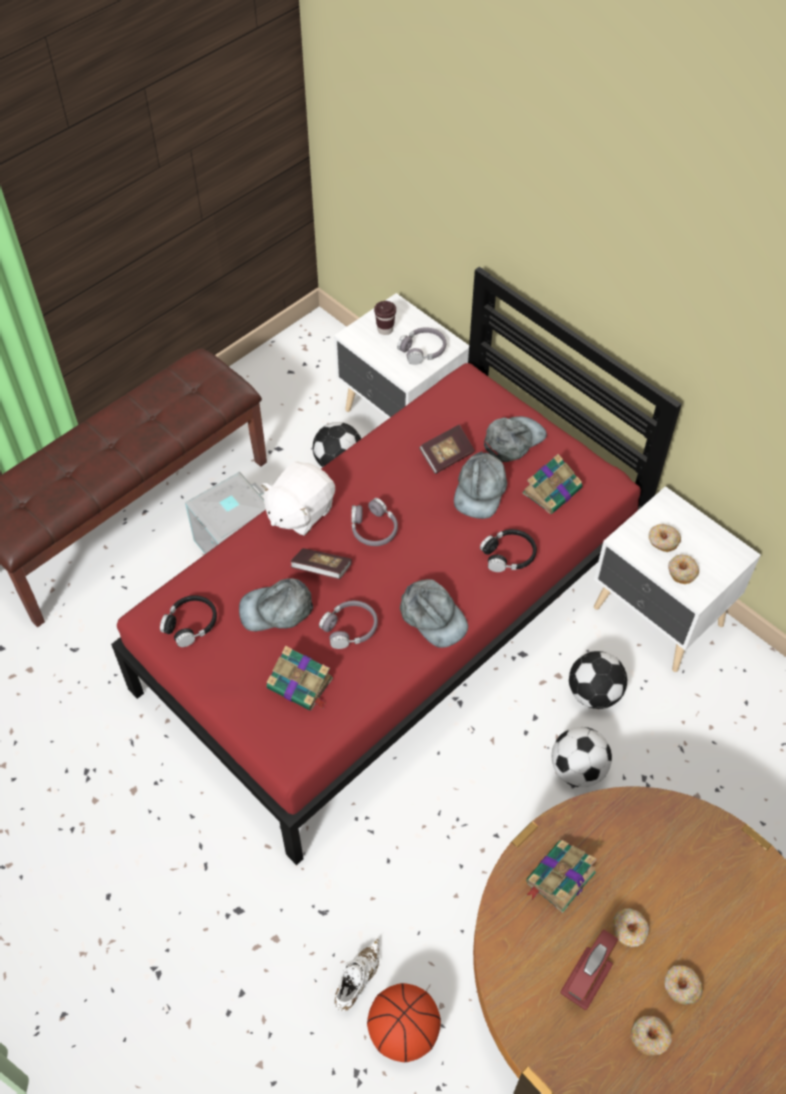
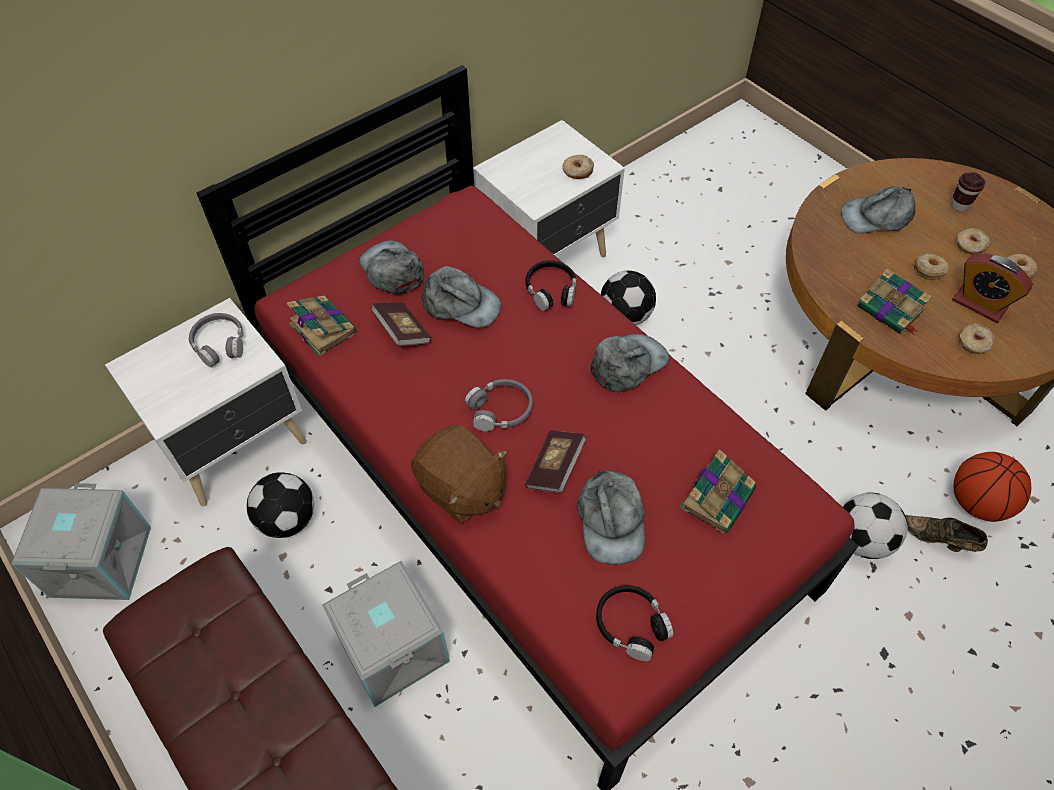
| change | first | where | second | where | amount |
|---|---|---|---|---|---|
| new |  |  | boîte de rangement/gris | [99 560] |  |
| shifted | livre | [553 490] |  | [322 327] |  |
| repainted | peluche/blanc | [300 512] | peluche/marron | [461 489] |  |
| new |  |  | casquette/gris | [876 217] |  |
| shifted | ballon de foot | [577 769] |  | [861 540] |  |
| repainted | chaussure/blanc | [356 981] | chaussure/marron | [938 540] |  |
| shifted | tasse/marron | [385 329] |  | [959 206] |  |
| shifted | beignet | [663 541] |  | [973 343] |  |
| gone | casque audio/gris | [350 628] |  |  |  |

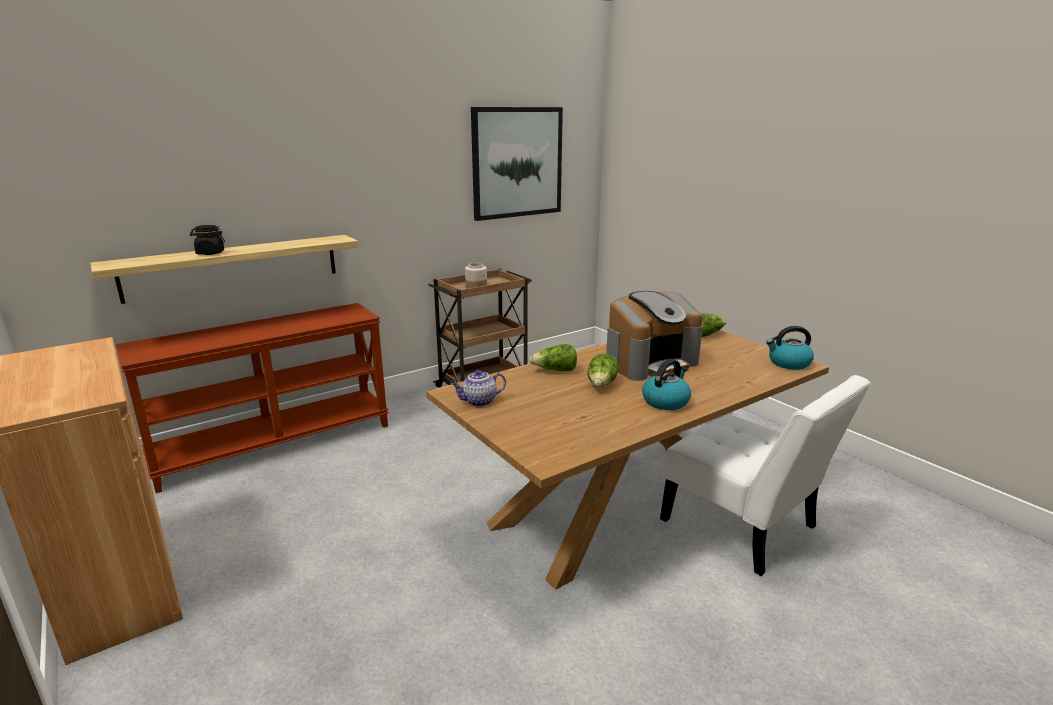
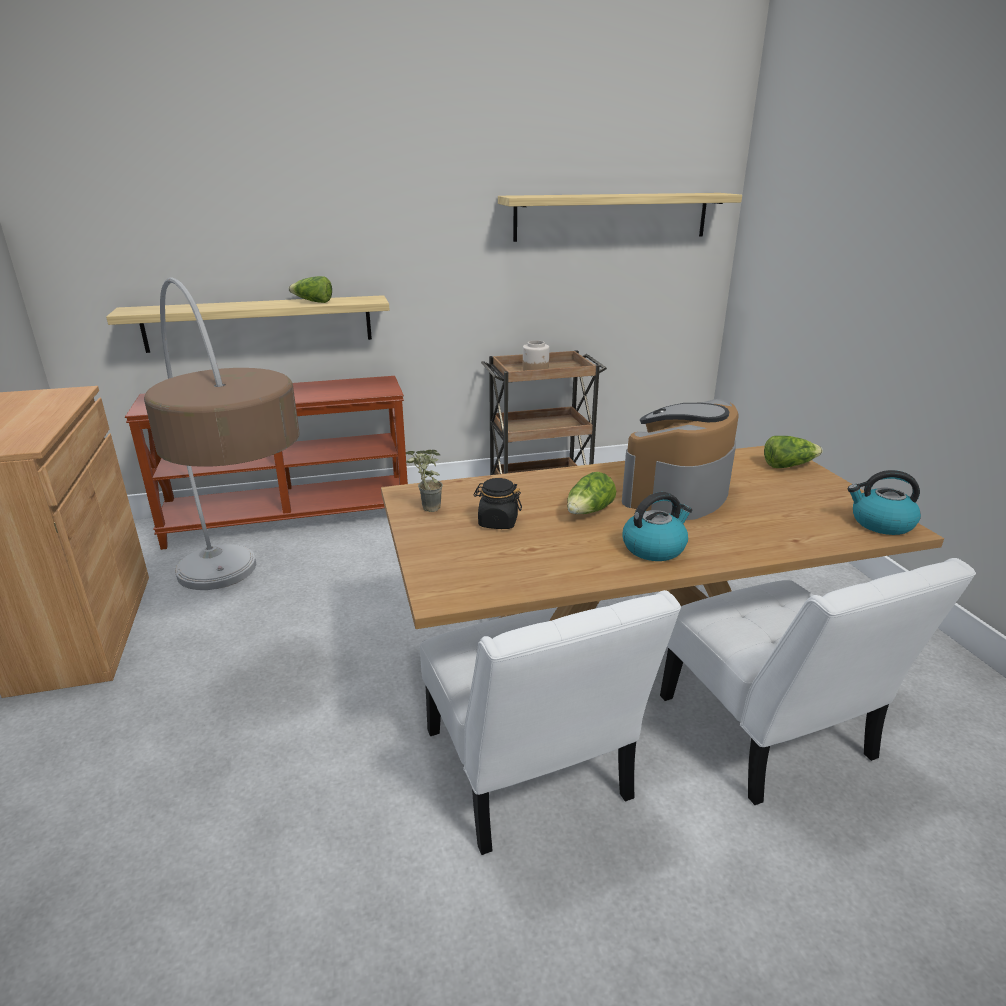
| change | first | where | second | where | amount |
|---|---|---|---|---|---|
| new |  |  | lampadaire | [246 620] |  |
| shifted | laitue | [555 370] |  | [313 302] |  |
| swapped | théière | [478 401] | plante en pot | [426 509] |  |
| new |  |  | chaise/blanc | [529 774] |  |
| shifted | bocal/noir | [210 253] |  | [497 522] |  |
| swapped | tableau | [517 163] | étagère | [612 216] |  |
| rotated | machine à café | [650 362] |  | [677 493] | 135 degrees clockwise |

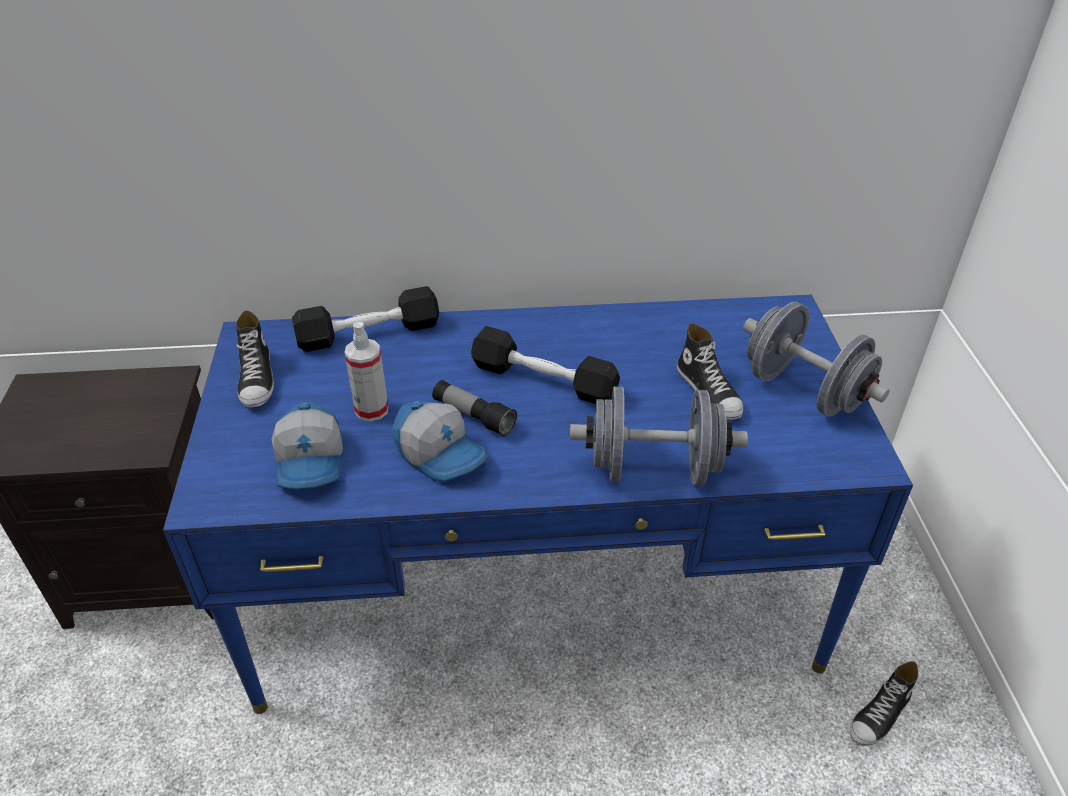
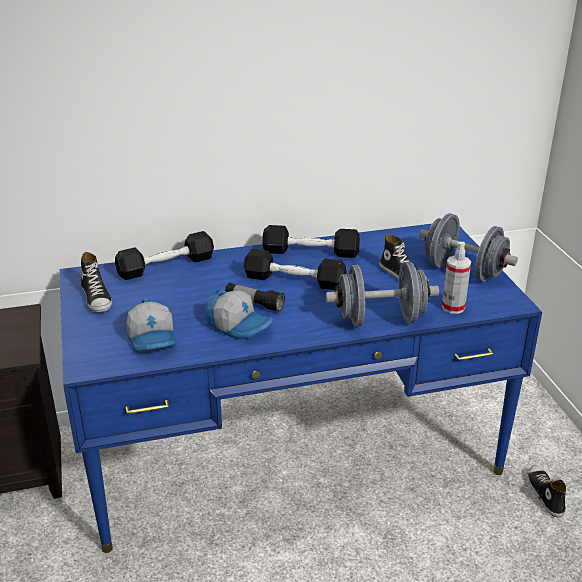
| change | first | where | second | where | amount |
|---|---|---|---|---|---|
| new |  |  | haltère/noir | [311 252] |  |
| shifted | vaporisateur | [371 410] |  | [453 307] |  |
| rotated | chaussure | [880 716] |  | [544 494] | 135 degrees clockwise |

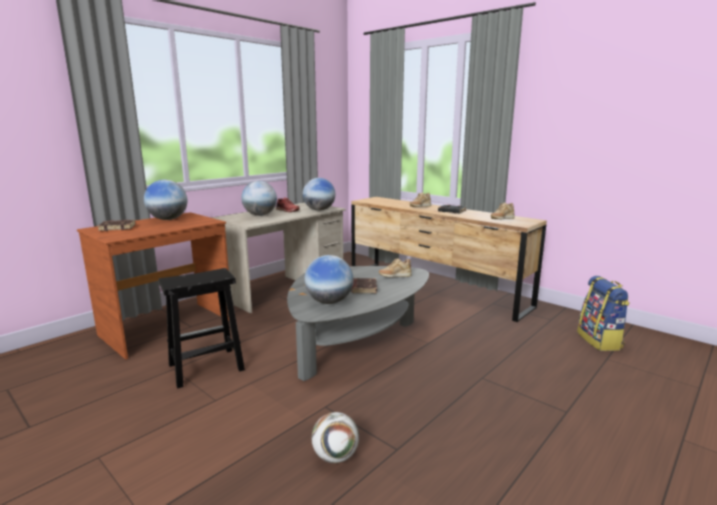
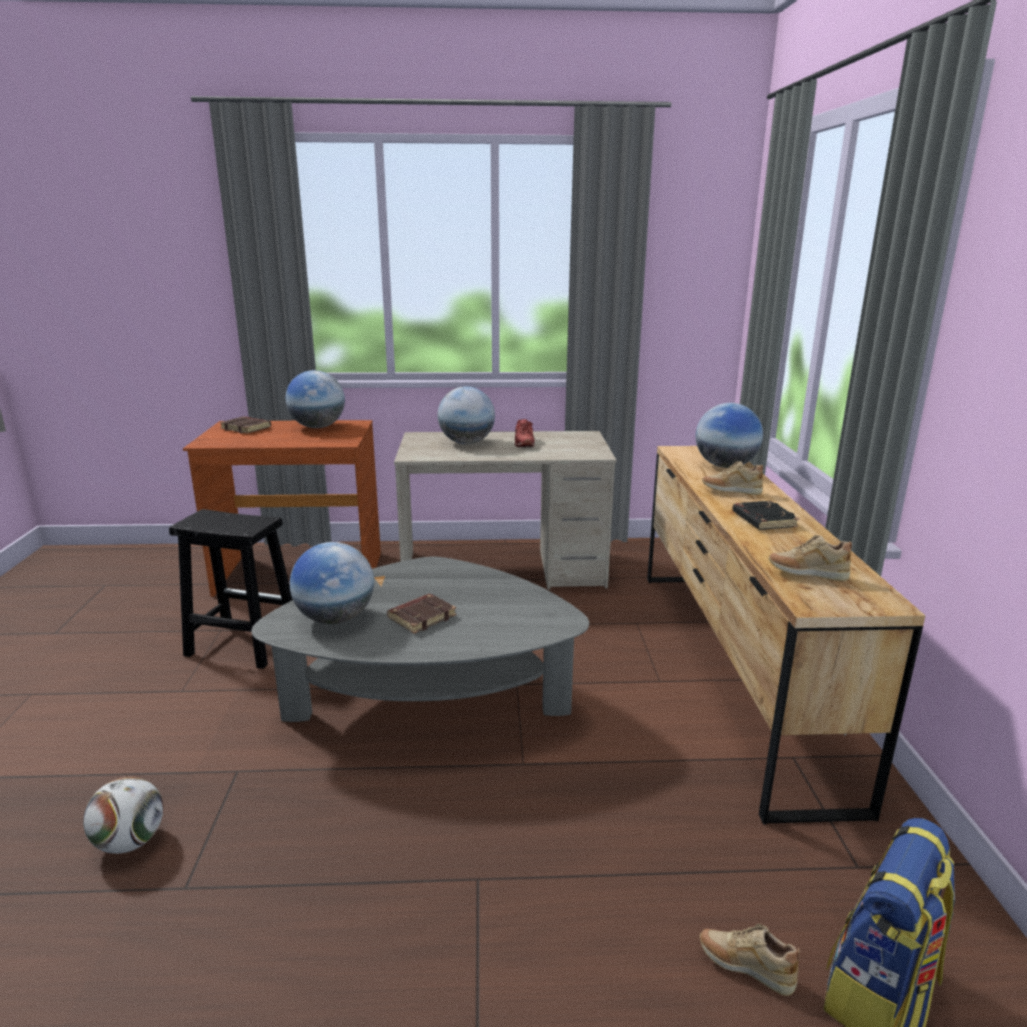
| change | first | where | second | where | amount |
|---|---|---|---|---|---|
| shifted | globe | [319 210] |  | [725 466] |  |
| shifted | chaussure/beige | [394 277] |  | [745 967] |  |

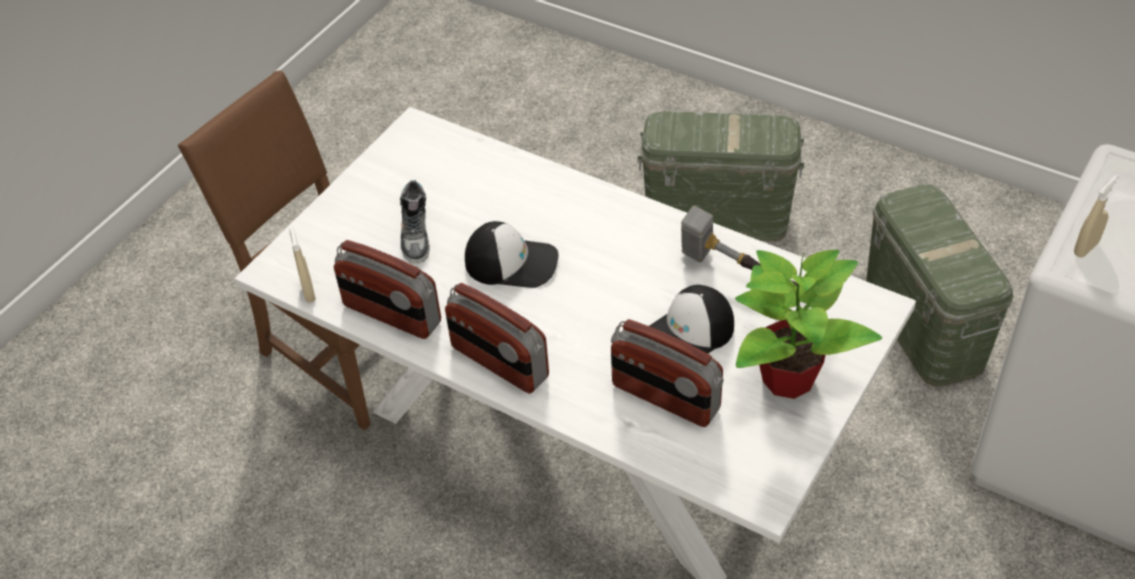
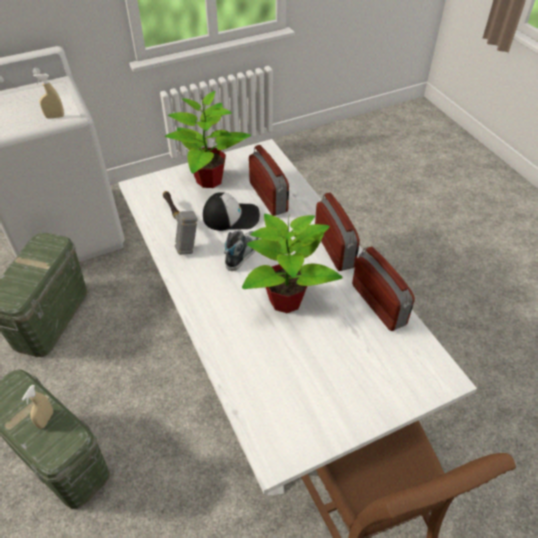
| change | first | where | second | where | amount |
|---|---|---|---|---|---|
| shifted | vaporisateur/beige | [309 292] |  | [46 419] |  |
| shifted | chaussure | [416 236] |  | [242 253] |  |
| swapped | casquette | [512 262] | plante en pot | [286 300] |  |

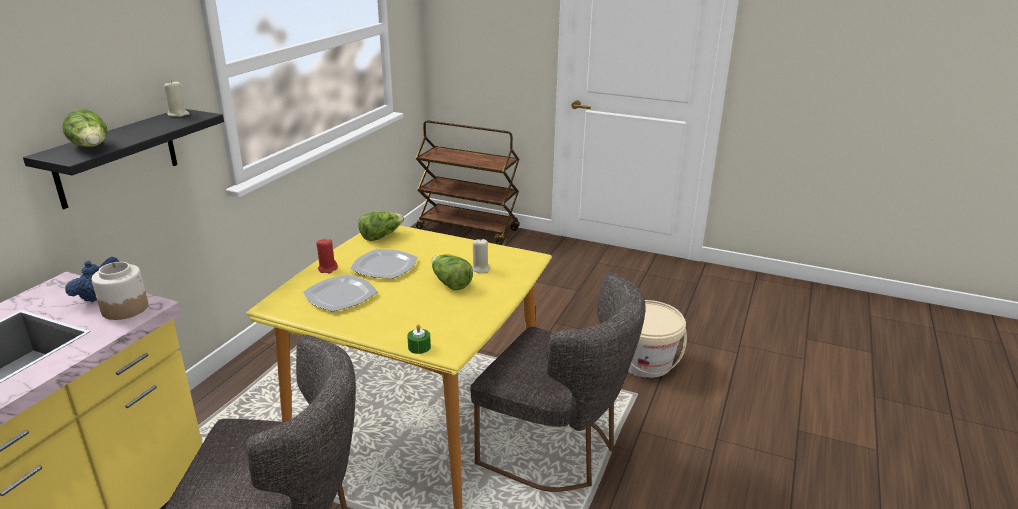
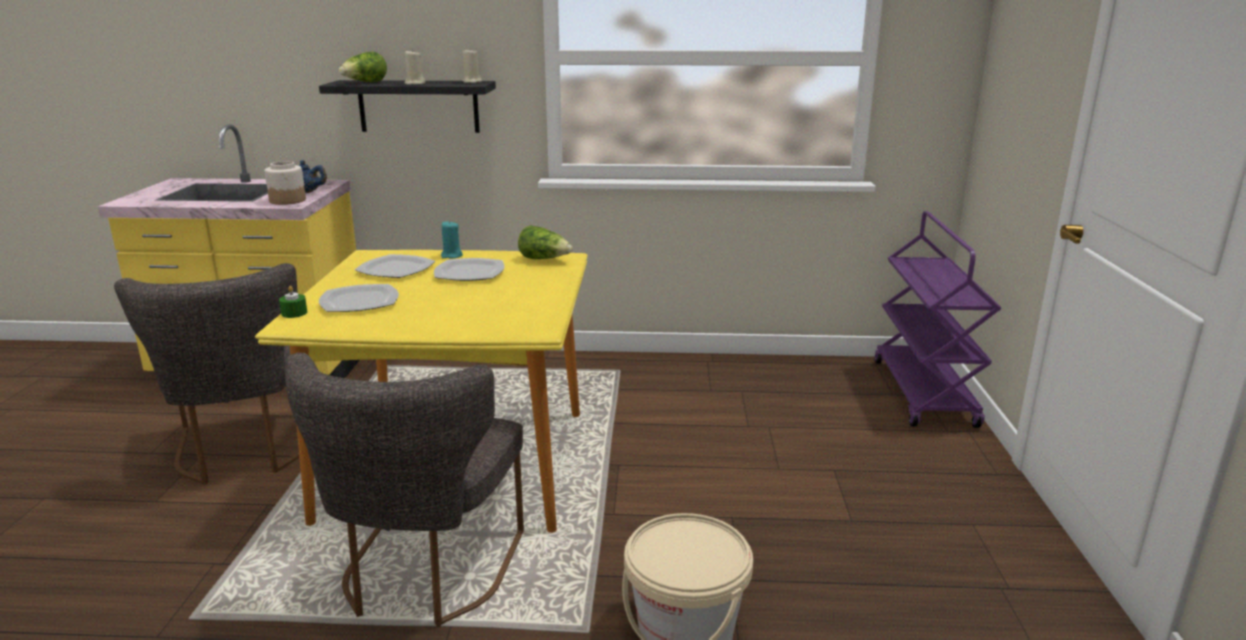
| change | first | where | second | where | amount |
|---|---|---|---|---|---|
| new |  |  | assiette | [358 301] |  |
| shifted | bougie/beige | [480 268] |  | [414 83] |  |
| repainted | bougie/rouge | [327 269] | bougie/turquoise | [451 255] |  |
| repainted | chariot/marron | [468 229] | chariot/violet | [924 394] |  |
| gone | laitue | [450 283] |  |  |  |

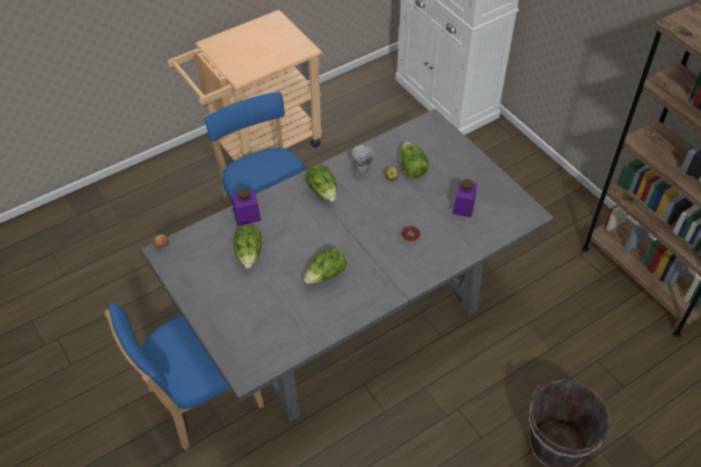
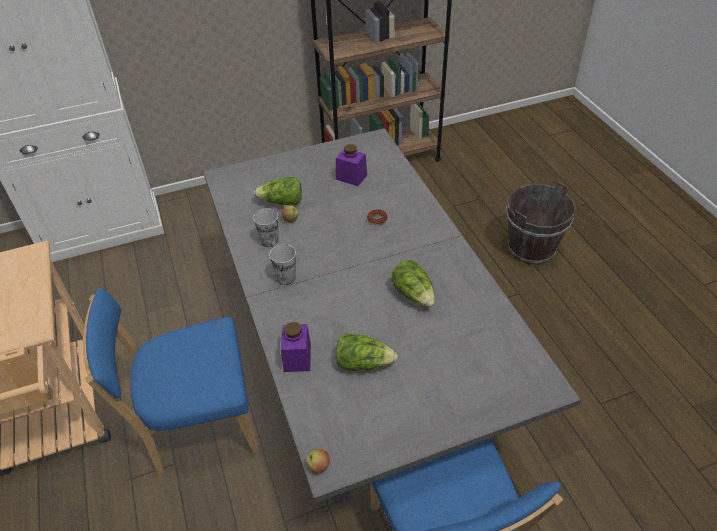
| change | first | where | second | where | amount |
|---|---|---|---|---|---|
| swapped | laitue | [323 191] | tasse | [286 278] |  |

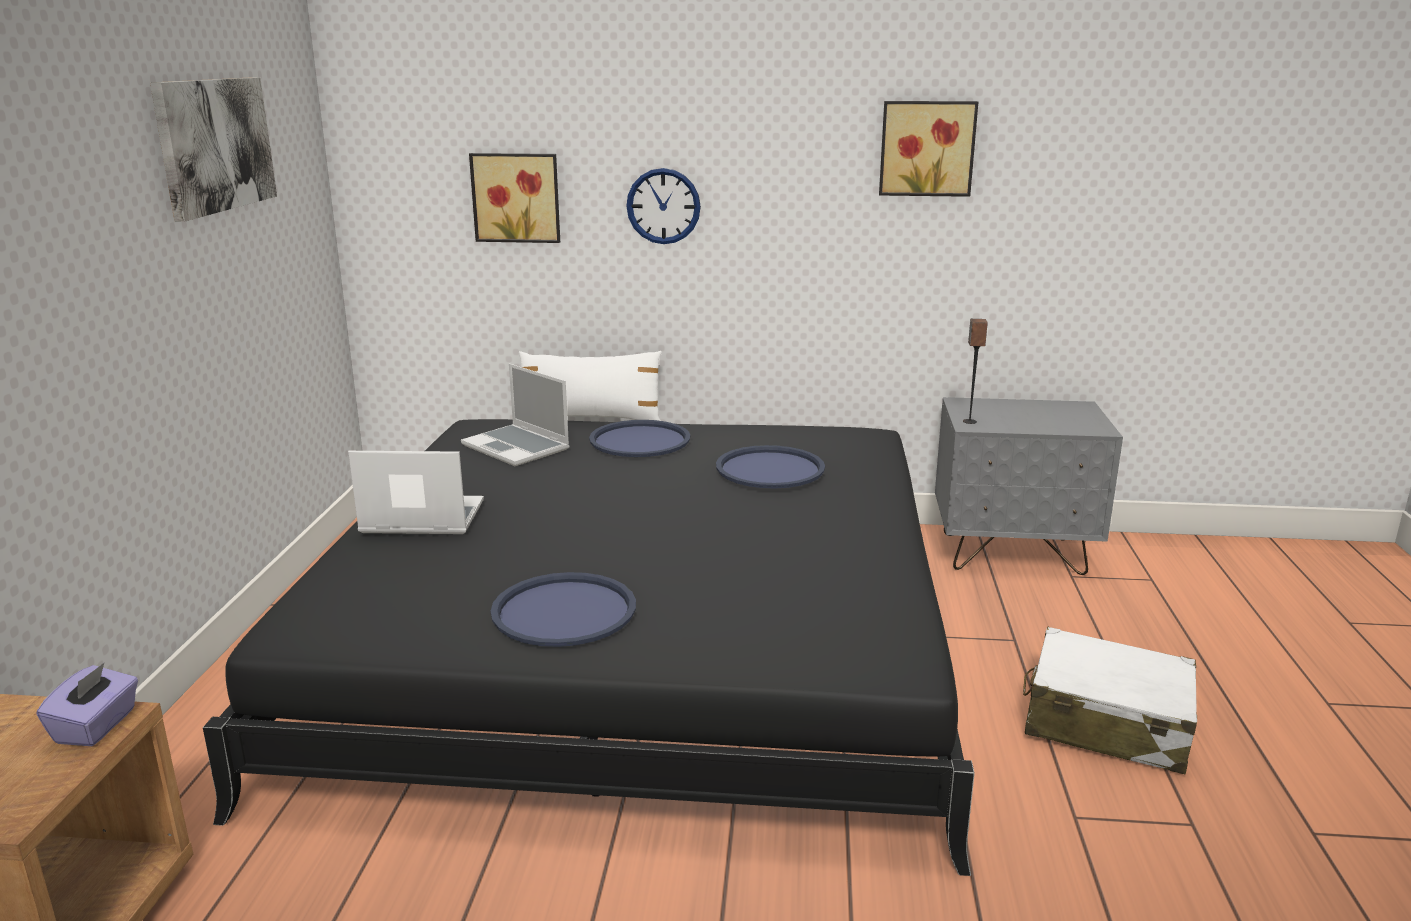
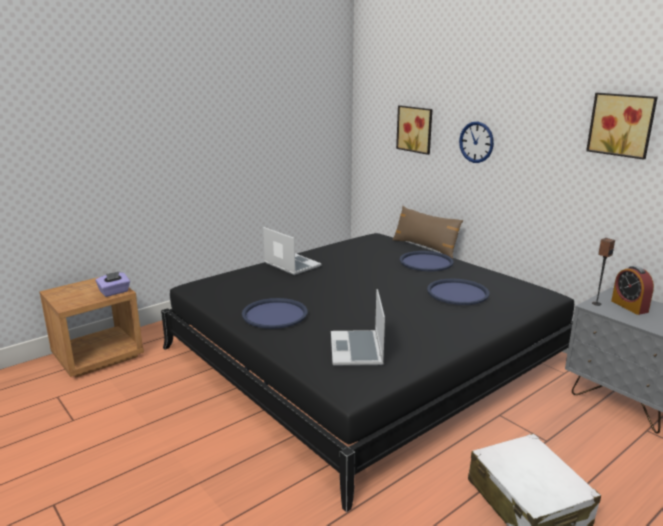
| change | first | where | second | where | amount |
|---|---|---|---|---|---|
| shifted | ordinateur portable | [517 447] |  | [357 350] |  |
| repainted | coussin/blanc | [590 420] | coussin/marron | [425 247] |  |
| new |  |  | réveil | [629 306] |  |
| gone | tableau | [214 145] |  |  |  |

